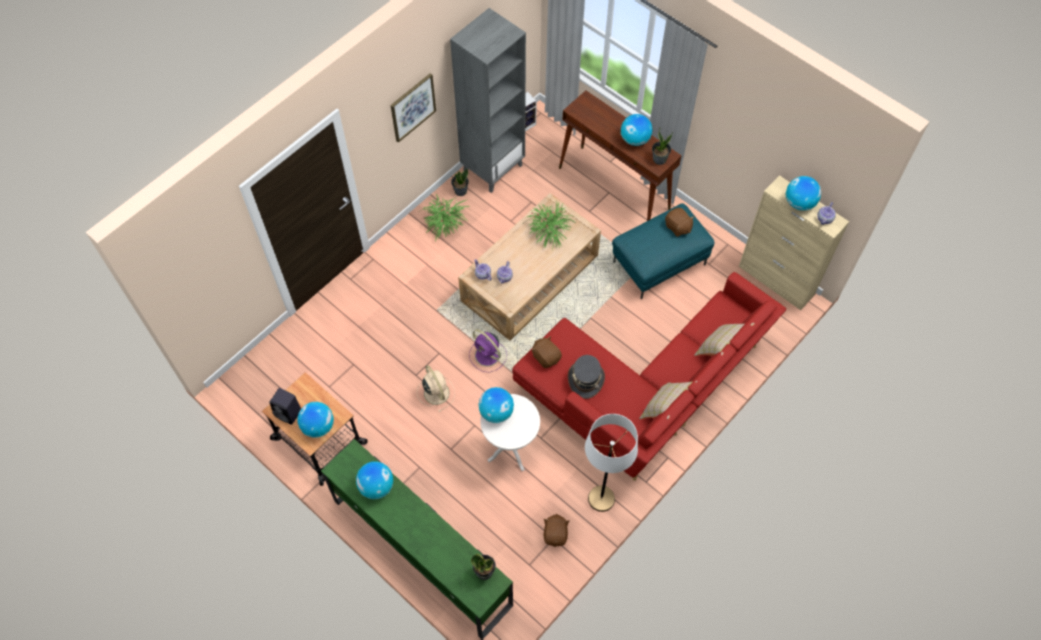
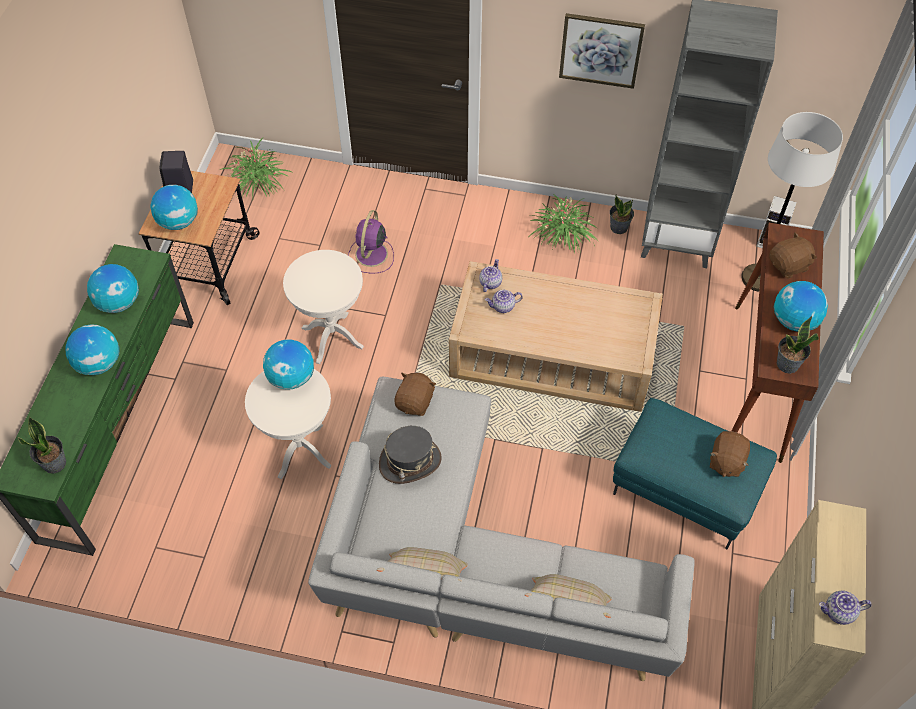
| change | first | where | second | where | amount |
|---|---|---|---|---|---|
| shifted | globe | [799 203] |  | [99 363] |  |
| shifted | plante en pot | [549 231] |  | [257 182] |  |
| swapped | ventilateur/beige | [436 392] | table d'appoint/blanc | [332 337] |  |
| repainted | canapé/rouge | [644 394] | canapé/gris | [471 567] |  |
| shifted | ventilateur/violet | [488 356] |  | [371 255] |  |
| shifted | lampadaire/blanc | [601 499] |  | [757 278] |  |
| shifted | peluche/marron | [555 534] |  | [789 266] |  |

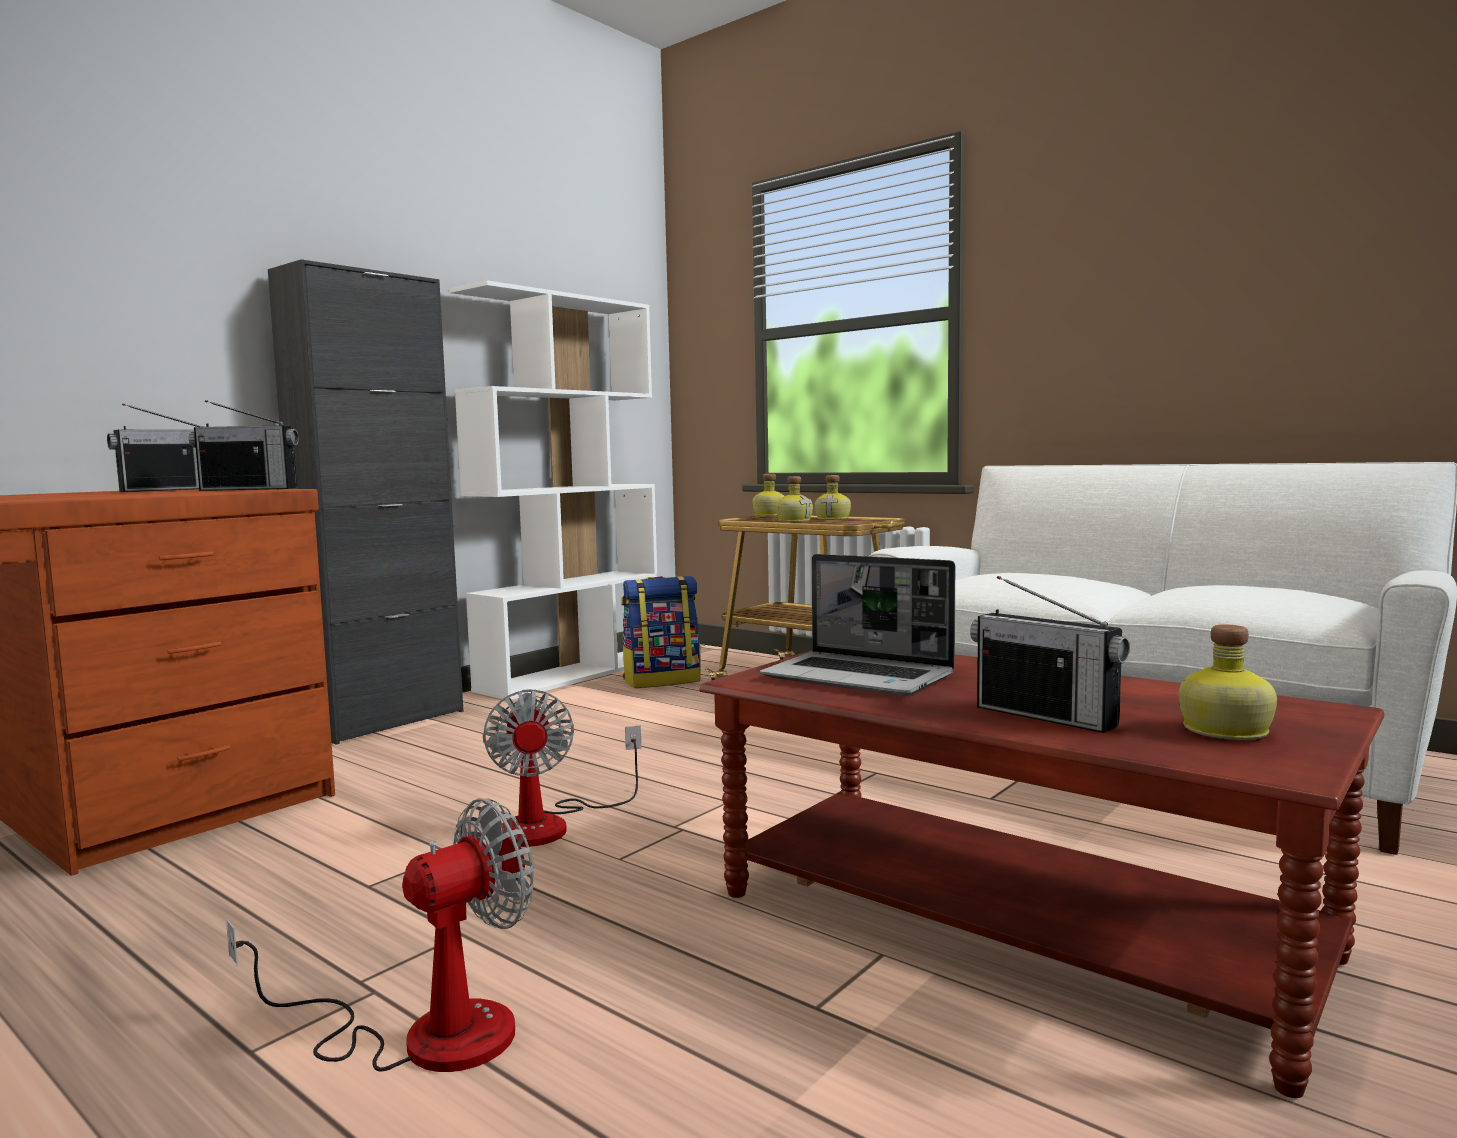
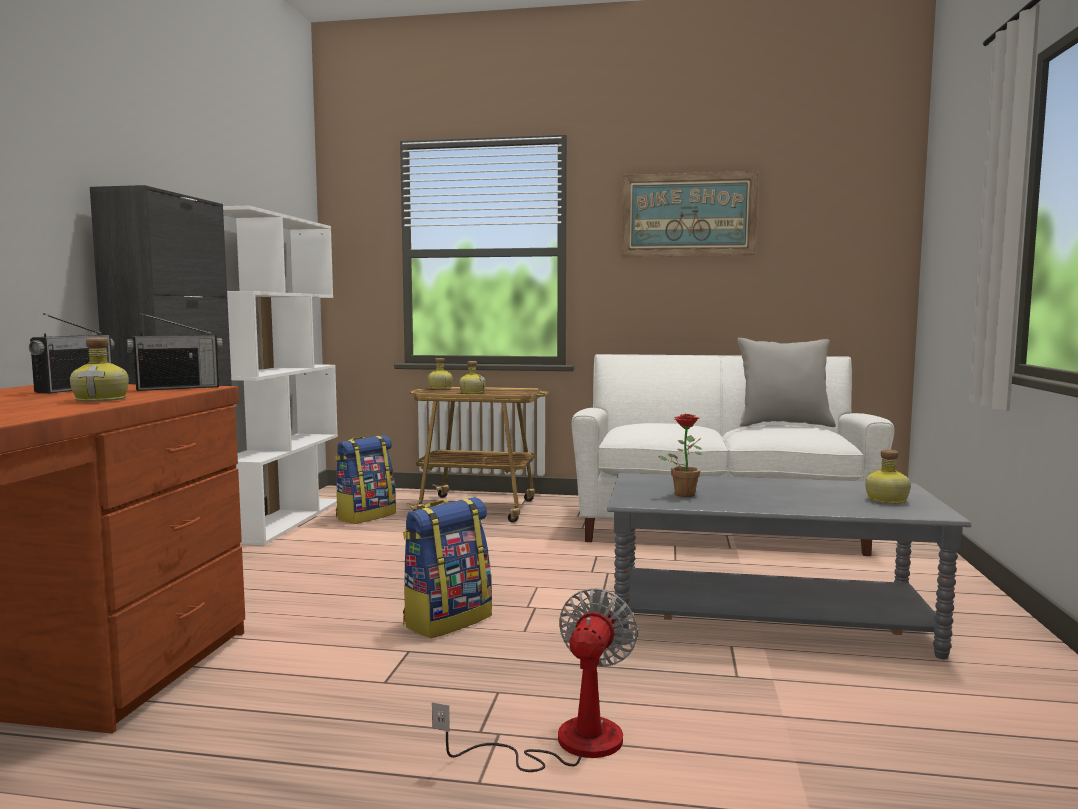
| change | first | where | second | where | amount |
|---|---|---|---|---|---|
| shifted | bouteille | [833 519] |  | [103 399] |  |
| swapped | ventilateur | [552 824] | sac à dos | [447 620] |  |
| repainted | table basse/marron | [1012 926] | table basse/gris | [768 619] |  |
| new |  |  | tableau | [688 215] |  |
| swapped | ordinateur portable | [860 677] | plante en pot | [683 493] |  |
| new |  |  | coussin/gris | [783 425] |  |
| gone | radio | [1046 716] |  |  |  |

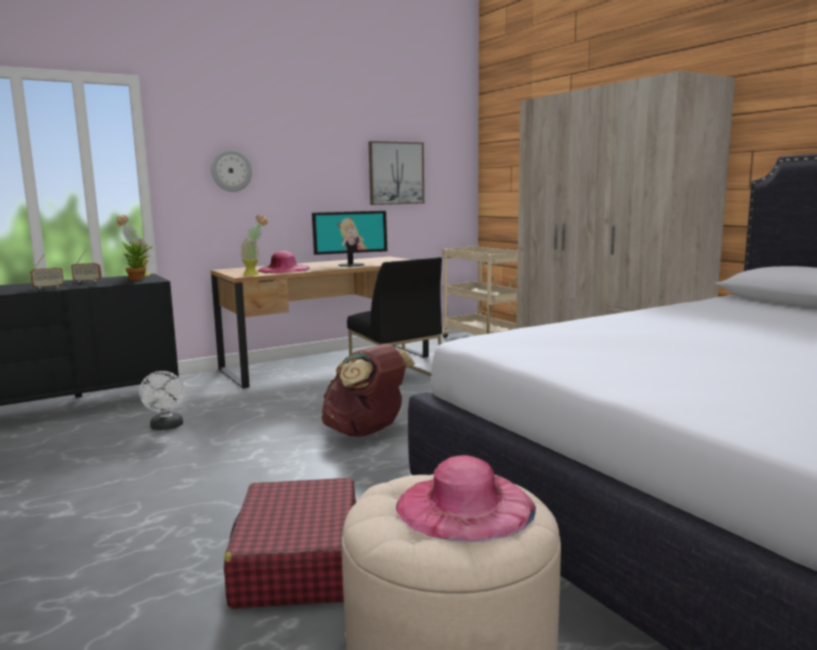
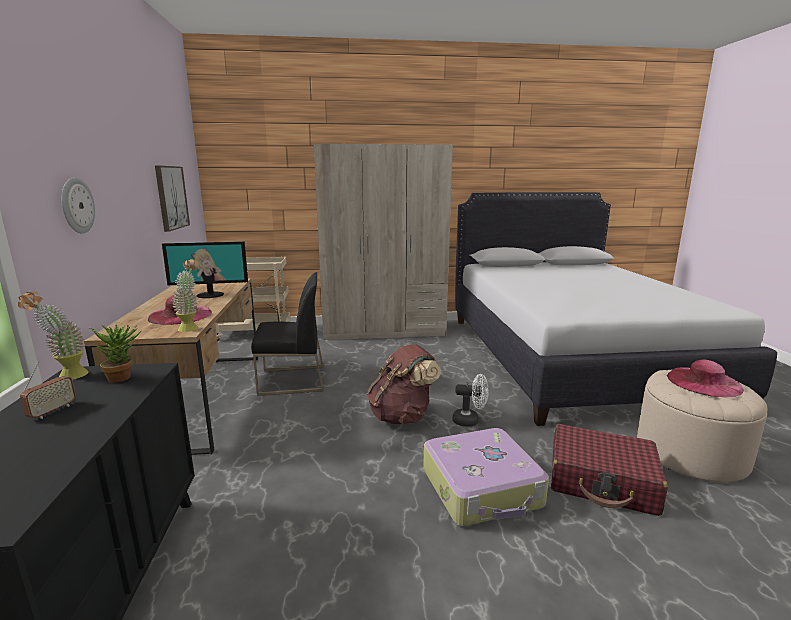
| change | first | where | second | where | amount |
|---|---|---|---|---|---|
| rotated | écran d'ordinateur | [351 265] |  | [210 295] | 75 degrees clockwise |
| new |  |  | valise | [482 488] |  |
| shifted | ventilateur/blanc | [166 427] |  | [470 421] |  |
| gone | radio | [48 287] |  |  |  |

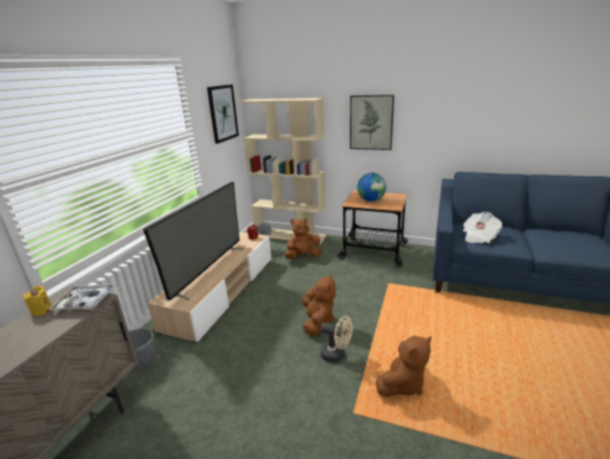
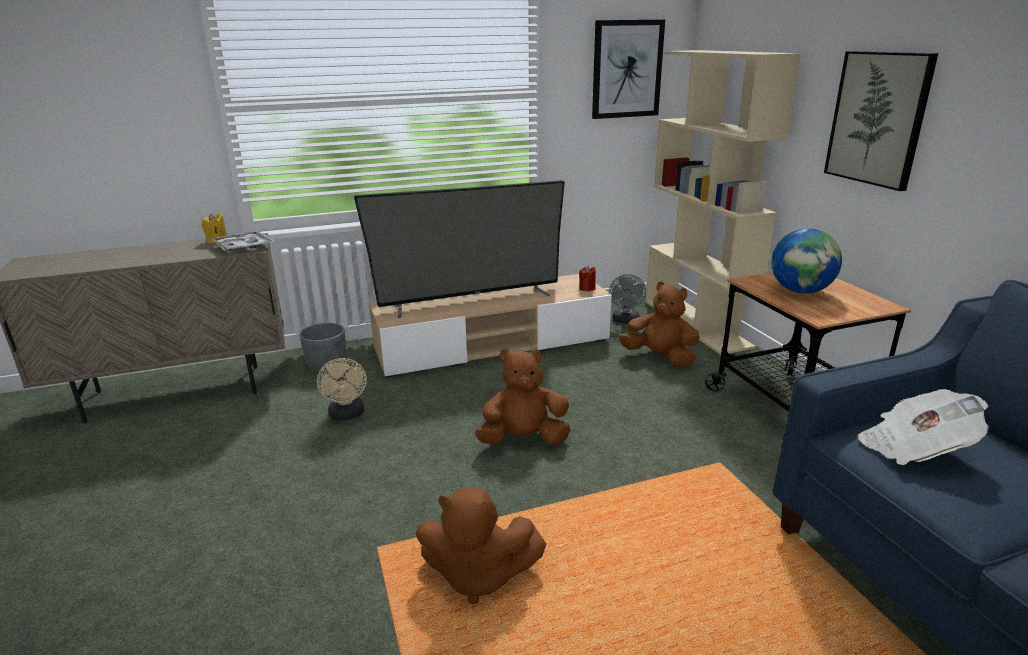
| change | first | where | second | where | amount |
|---|---|---|---|---|---|
| shifted | ventilateur/beige | [336 355] |  | [347 415] |  |
| rotated | peluche/marron | [318 322] |  | [524 440] | 150 degrees counterclockwise |

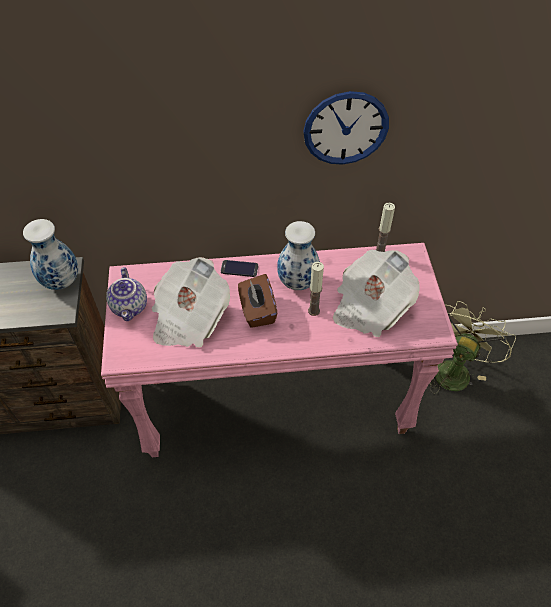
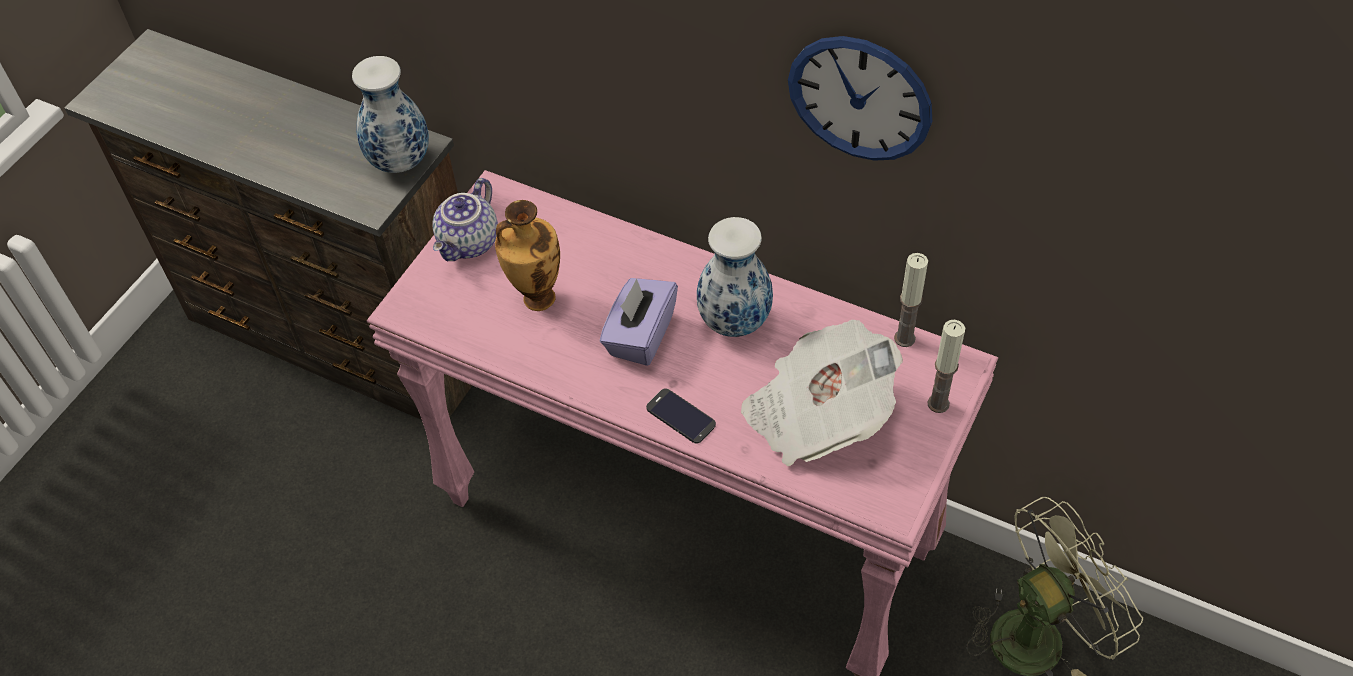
| change | first | where | second | where | amount |
|---|---|---|---|---|---|
| swapped | journal | [189 318] | vase | [536 298] |  |
| repainted | boîte à mouchoirs/marron | [257 311] | boîte à mouchoirs/violet | [640 336] |  |
| shifted | téléphone | [239 268] |  | [681 416] |  |
| shifted | bougie | [313 310] |  | [938 403] |  |

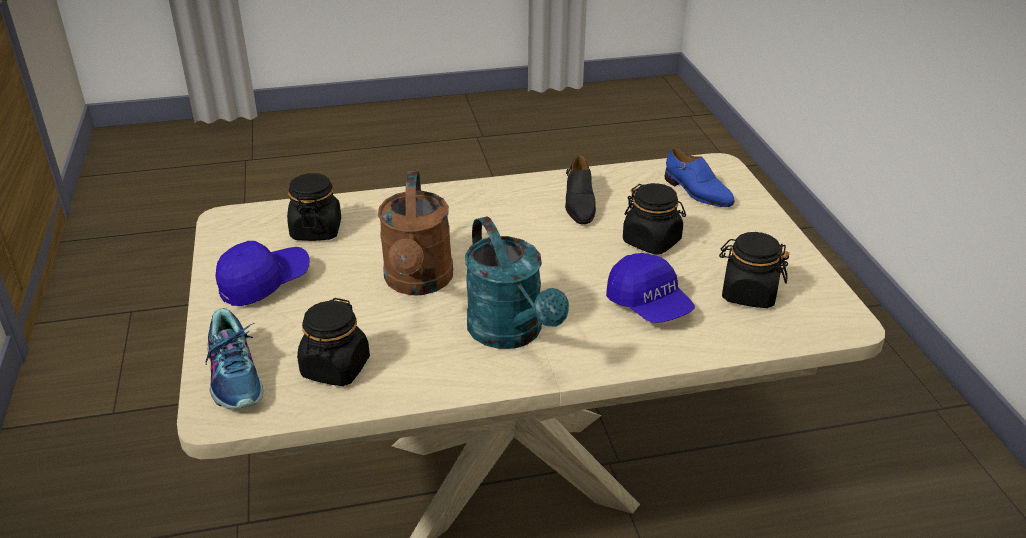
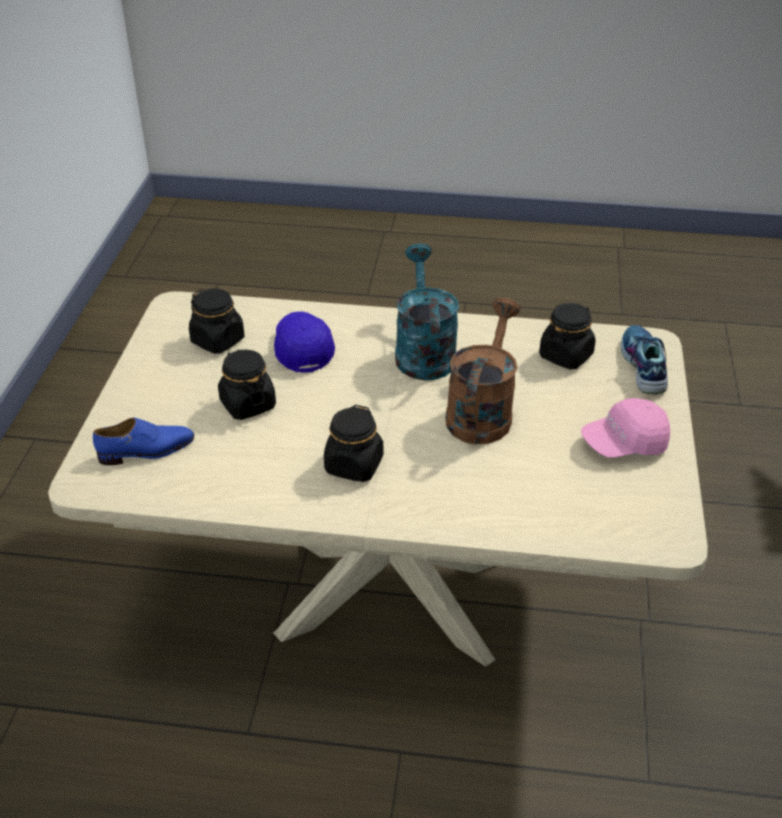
| change | first | where | second | where | amount |
|---|---|---|---|---|---|
| rotated | chaussure/bleu | [697 192] |  | [147 451] | 90 degrees clockwise |
| shifted | bocal/noir | [316 230] |  | [354 465] |  |
| repainted | casquette/bleu | [264 283] | casquette/rose | [624 444] |  |
| gone | chaussure/noir | [579 204] |  |  |  |

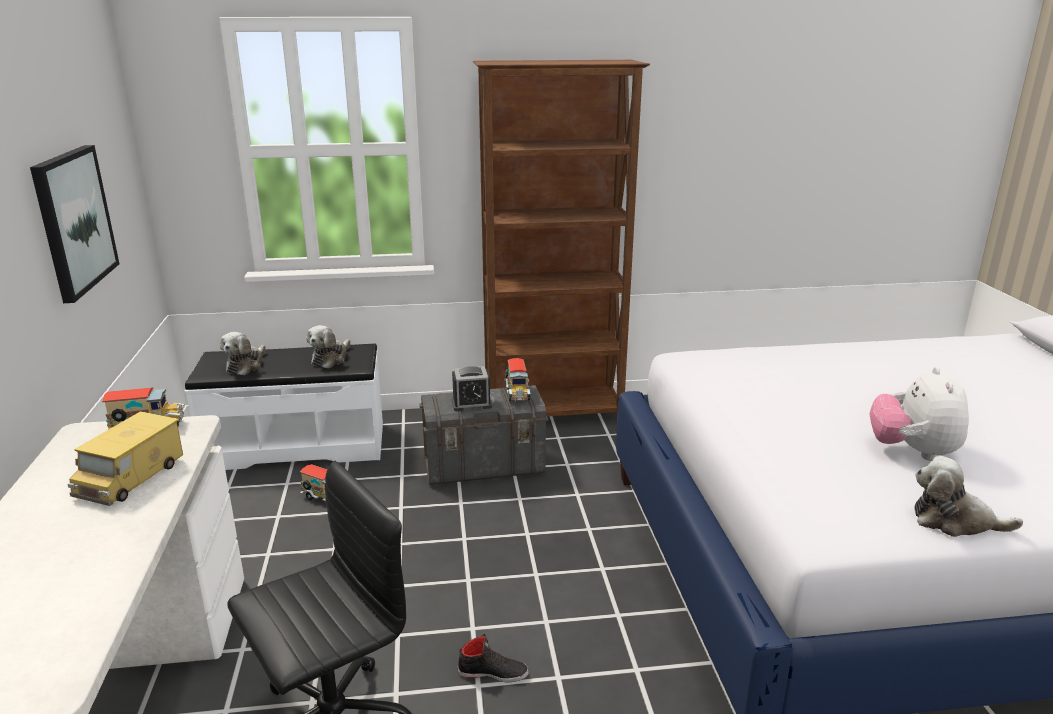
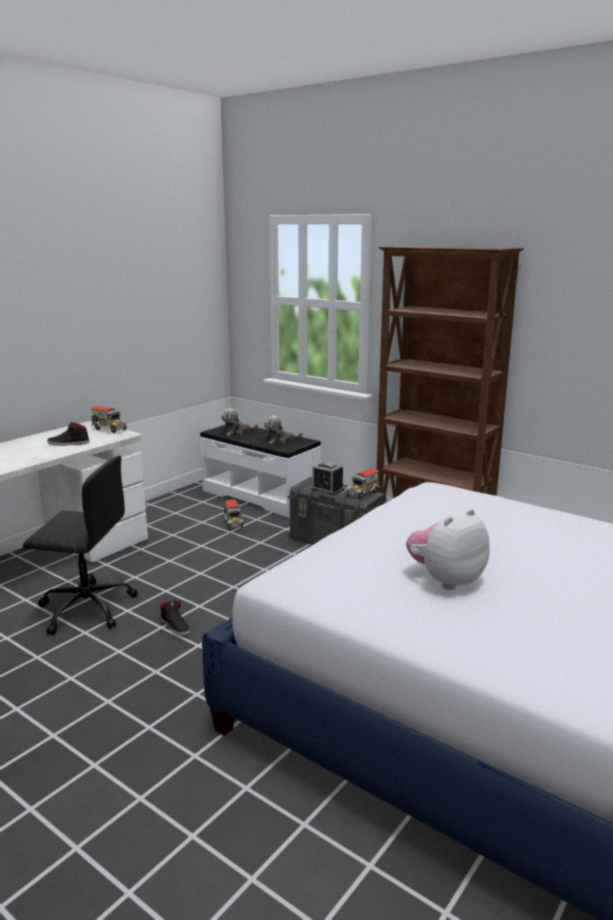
| change | first | where | second | where | amount |
|---|---|---|---|---|---|
| swapped | camion jouet | [131 478] | chaussure/noir | [68 443] |  |
| gone | tableau | [74 221] |  |  |  |
| gone | peluche | [954 521] |  |  |  |

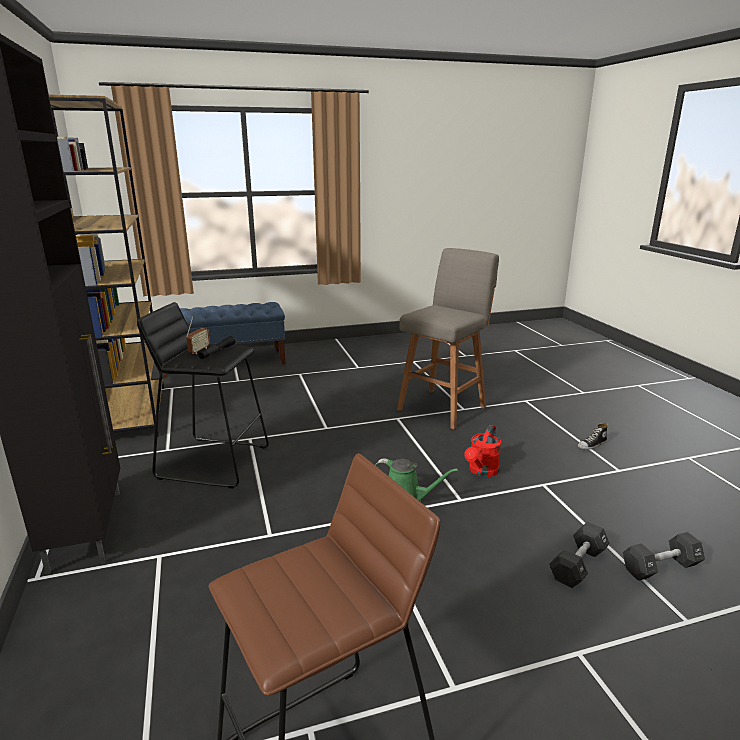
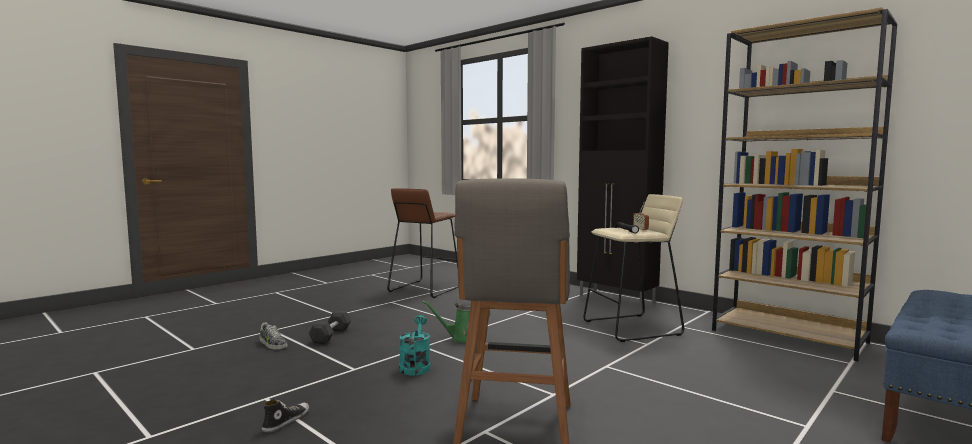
| change | first | where | second | where | amount |
|---|---|---|---|---|---|
| swapped | haltère/noir | [660 567] | chaussure | [272 344] |  |
| repainted | arrosoir/rouge | [482 471] | arrosoir/turquoise | [415 366] |  |
| repainted | tabouret/noir | [213 461] | tabouret/beige | [632 328] |  |

